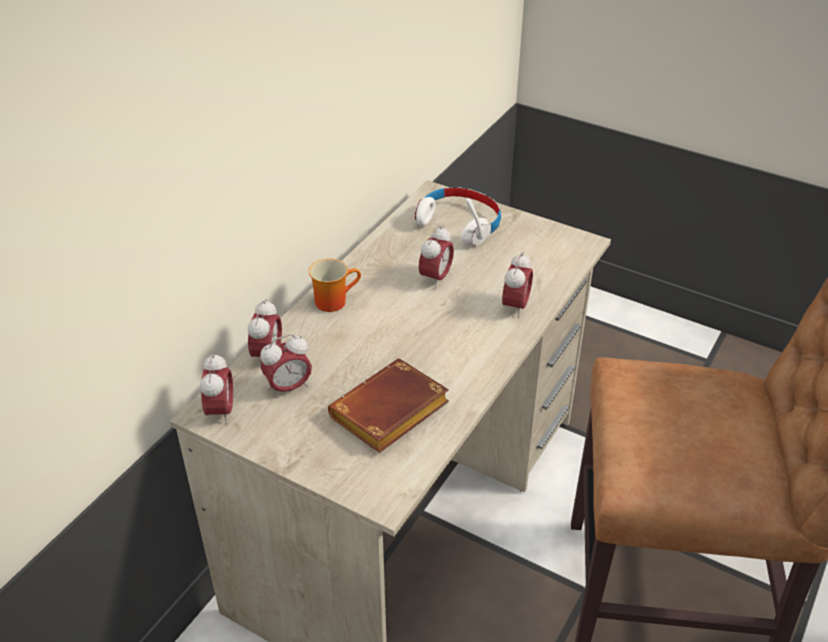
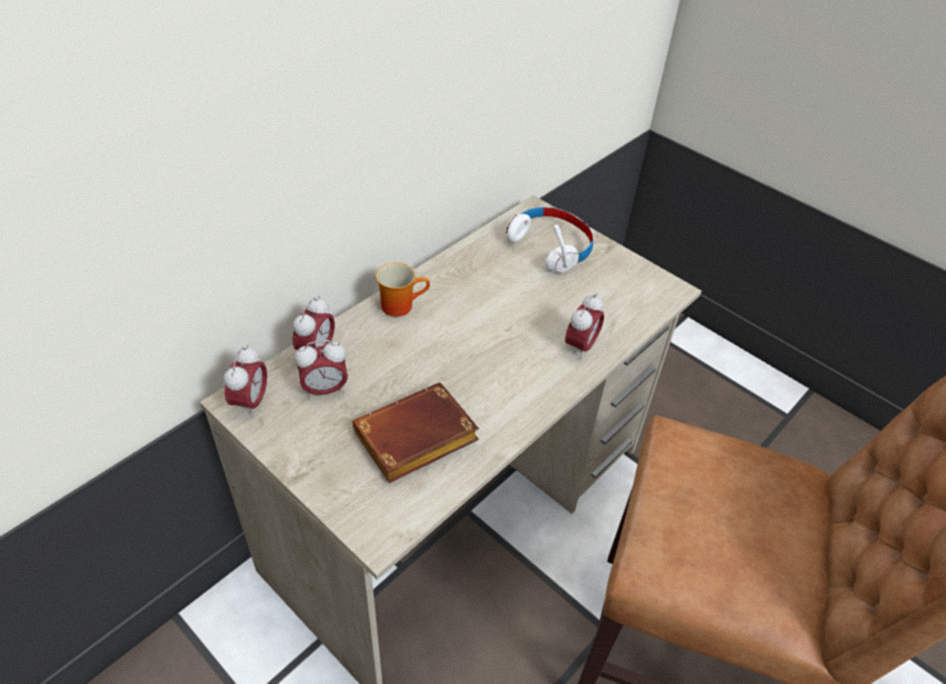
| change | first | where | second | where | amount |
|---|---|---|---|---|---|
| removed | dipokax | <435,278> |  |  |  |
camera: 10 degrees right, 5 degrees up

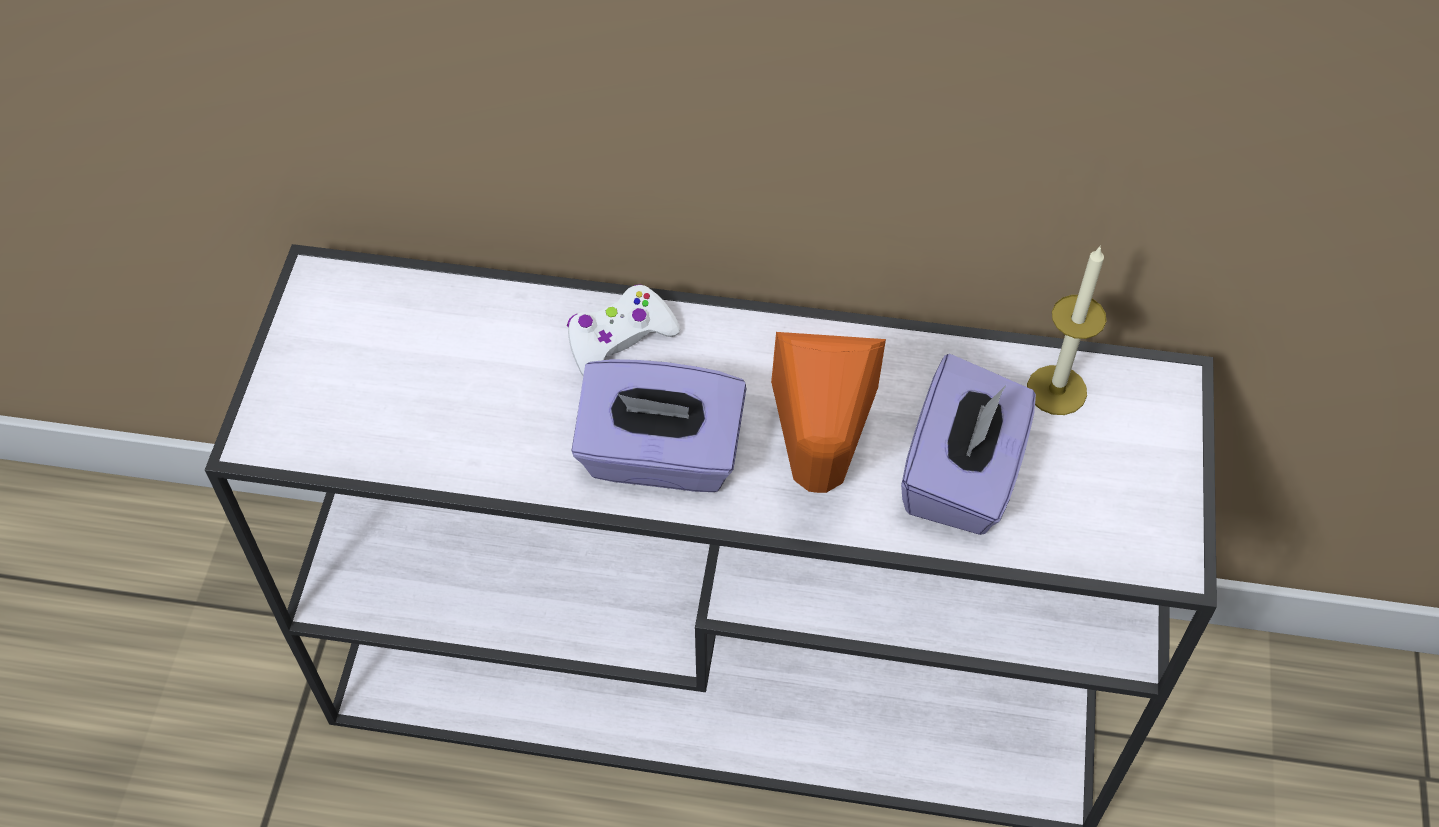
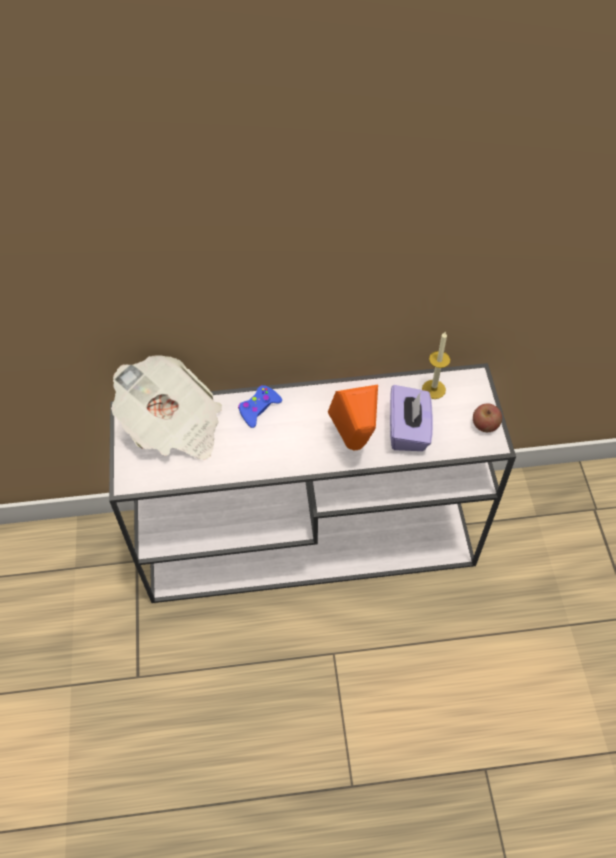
| change | first | where | second | where | amount |
|---|---|---|---|---|---|
| recoloured | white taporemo | <619,339> | blue taporemo | <258,409> |  |
| removed | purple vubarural | <660,457> |  |  |  |
| added |  |  | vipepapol | <173,426> |  |
| added |  |  | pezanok | <485,425> |  |
camera: 15 degrees left, 0 degrees up

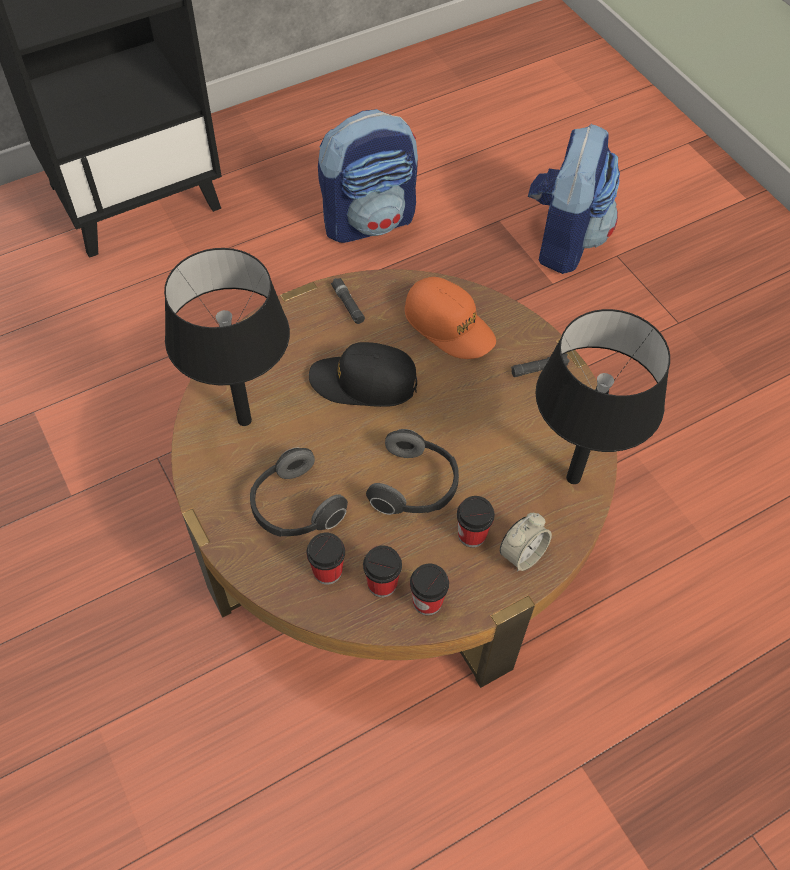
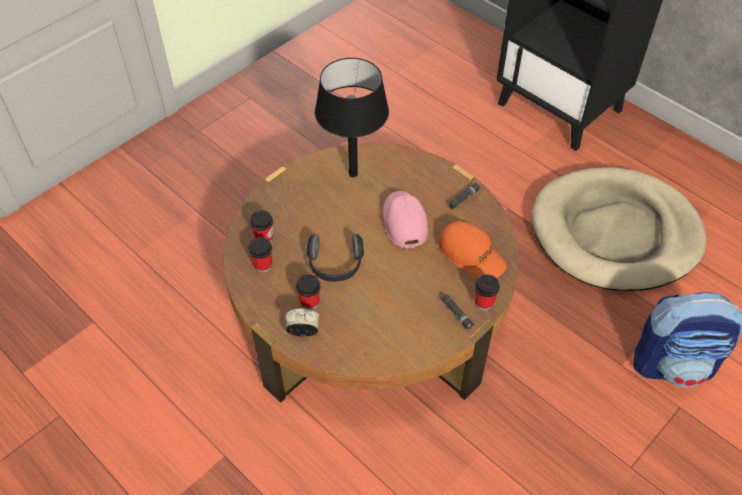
| change | first | where | second | where | amount |
|---|---|---|---|---|---|
| replaced | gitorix | <369,220> | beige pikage | <615,233> |  |
| turned | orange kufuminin | <449,325> |  | <471,255> | 75 degrees counterclockwise |
| removed | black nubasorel | <573,478> |  |  |  |
| recoloured | black kufuminin | <364,382> | pink kufuminin | <404,222> |  |
| removed | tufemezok | <294,508> |  |  |  |
| turned | dipokax | <522,554> |  | <303,331> | 150 degrees clockwise |
| moved | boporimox | <427,601> |  | <484,302> |  |
camera: 75 degrees right, 5 degrees down

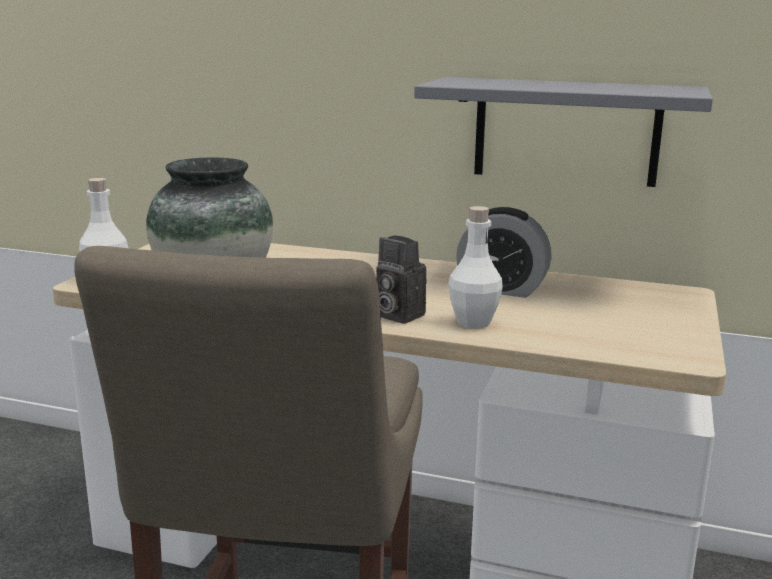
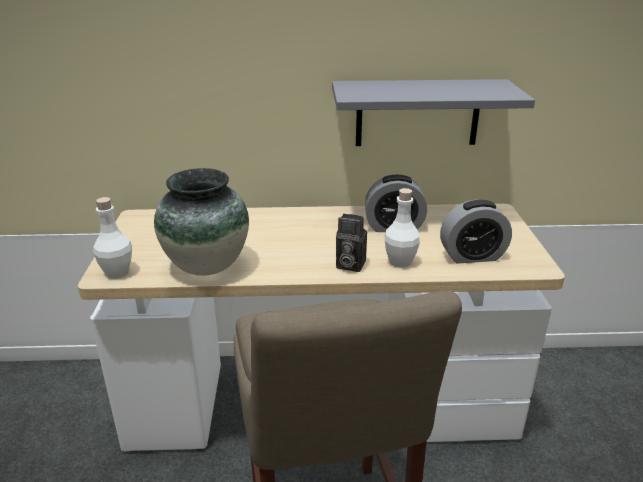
| change | first | where | second | where | amount |
|---|---|---|---|---|---|
| added |  |  | dipokax | <472,256> |  |
camera: 20 degrees left, 10 degrees up

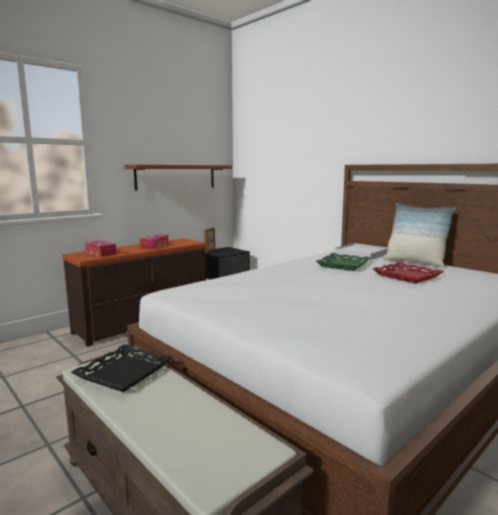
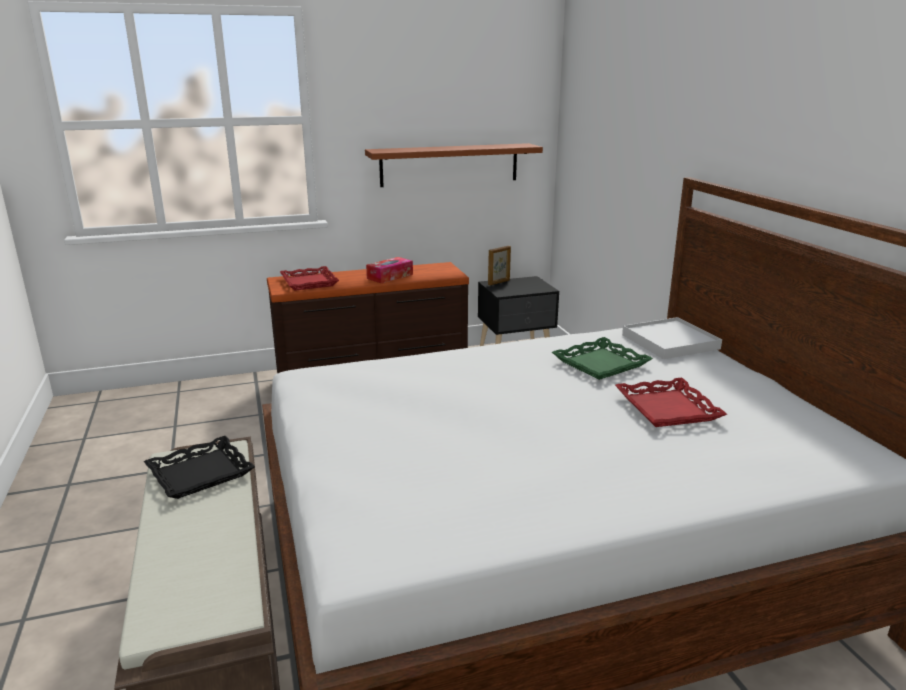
| change | first | where | second | where | amount |
|---|---|---|---|---|---|
| removed | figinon | <414,262> |  |  |  |
| replaced | vubarural | <100,253> | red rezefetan | <310,282> |  |
camera: 25 degrees right, 10 degrees up

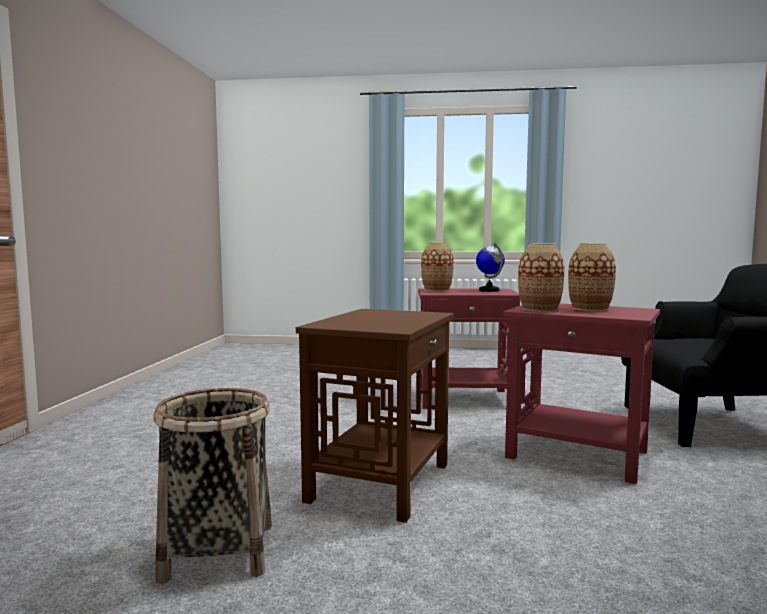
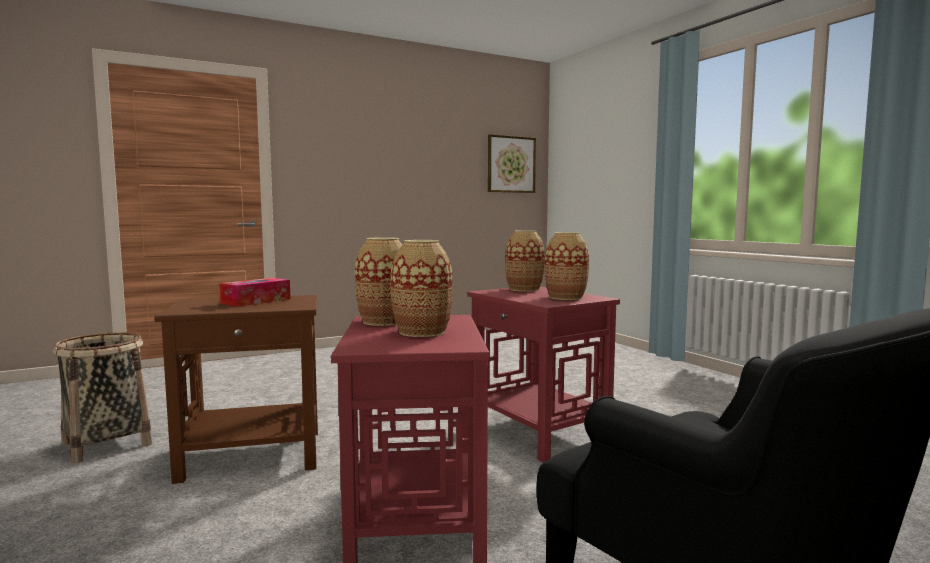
| change | first | where | second | where | amount |
|---|---|---|---|---|---|
| replaced | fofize | <489,290> | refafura | <565,297> |  |
| added |  |  | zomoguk | <511,164> |  |
| added |  |  | vubarural | <256,301> |  |
camera: 55 degrees right, 0 degrees up

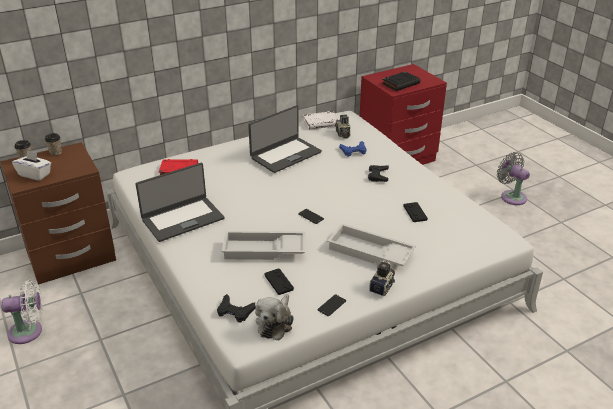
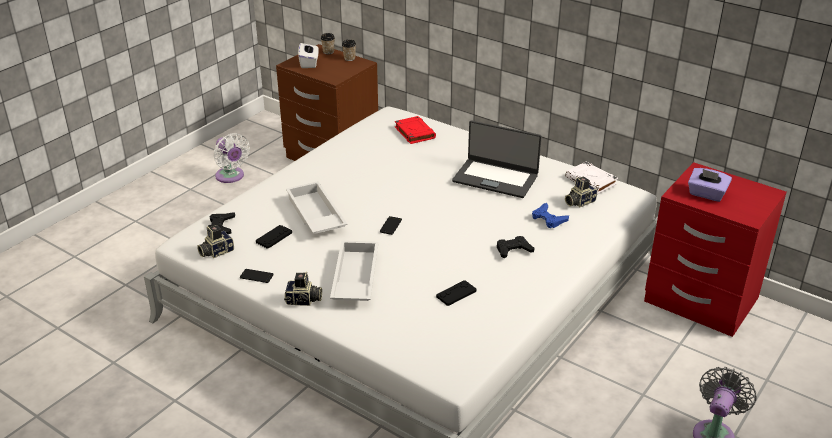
| change | first | where | second | where | amount |
|---|---|---|---|---|---|
| replaced | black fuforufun | <401,83> | purple vubarural | <706,194> |  |
| removed | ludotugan | <182,219> |  |  |  |
| replaced | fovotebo | <275,323> | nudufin | <216,251> |  |
camera: 65 degrees right, 0 degrees up

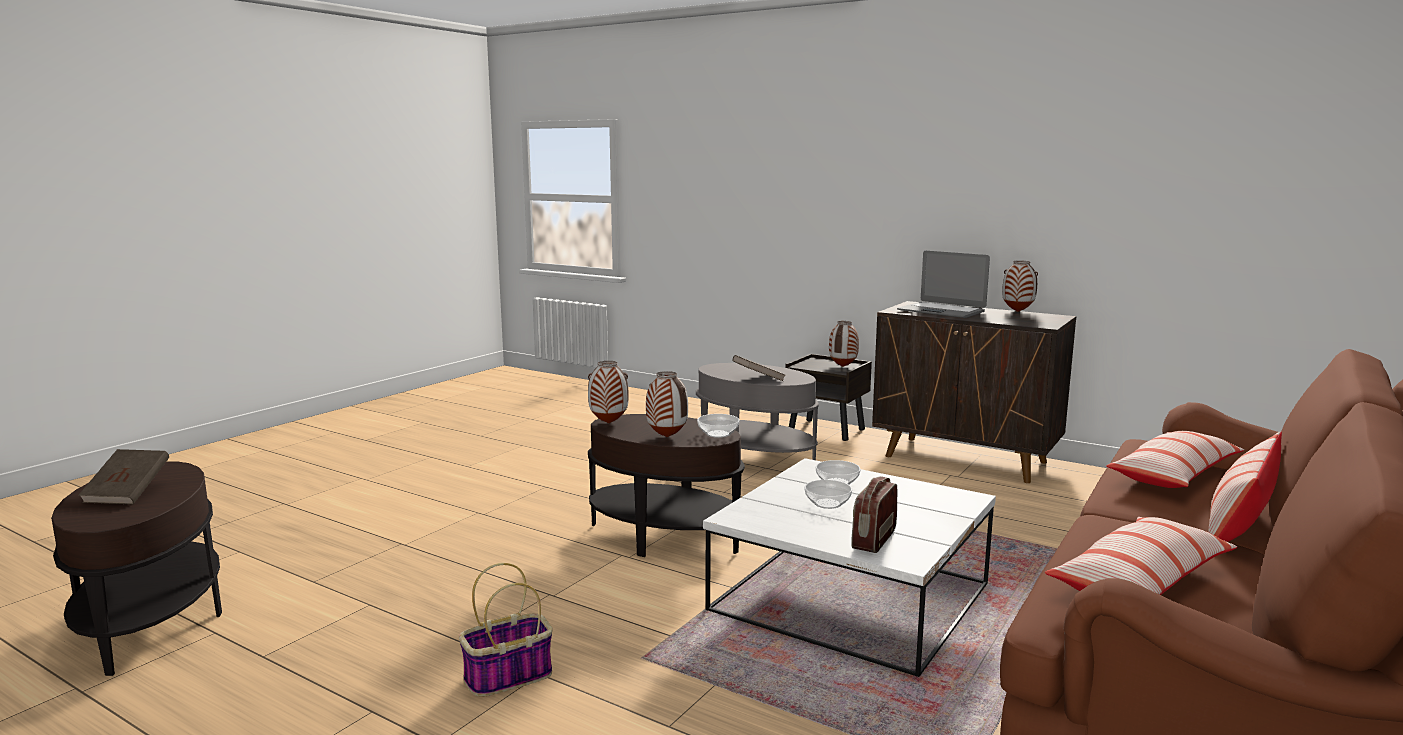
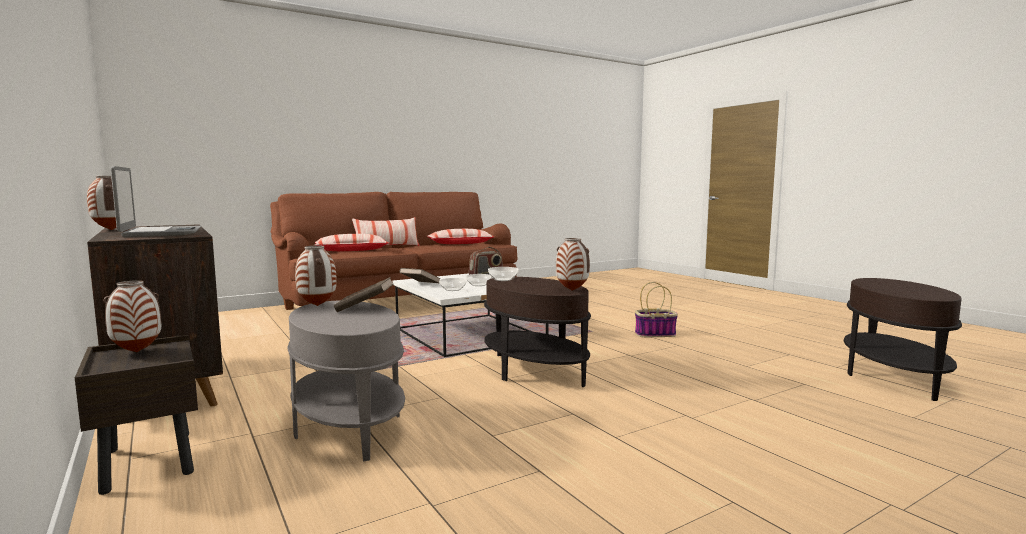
| change | first | where | second | where | amount |
|---|---|---|---|---|---|
| moved | refafura | <666,437> |  | <318,306> |  |
| moved | brown fuforufun | <128,493> |  | <420,284> |  |
camera: 155 degrees left, 5 degrees down

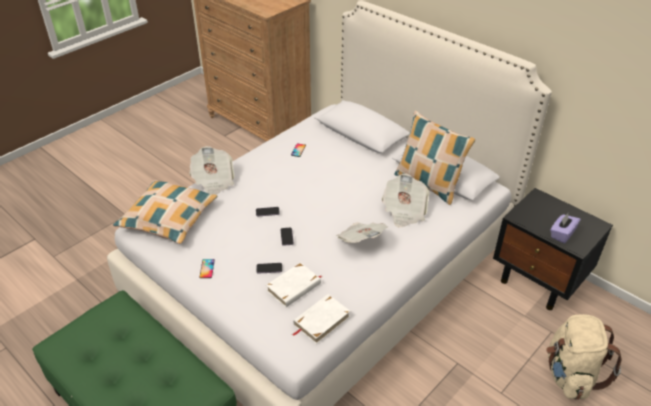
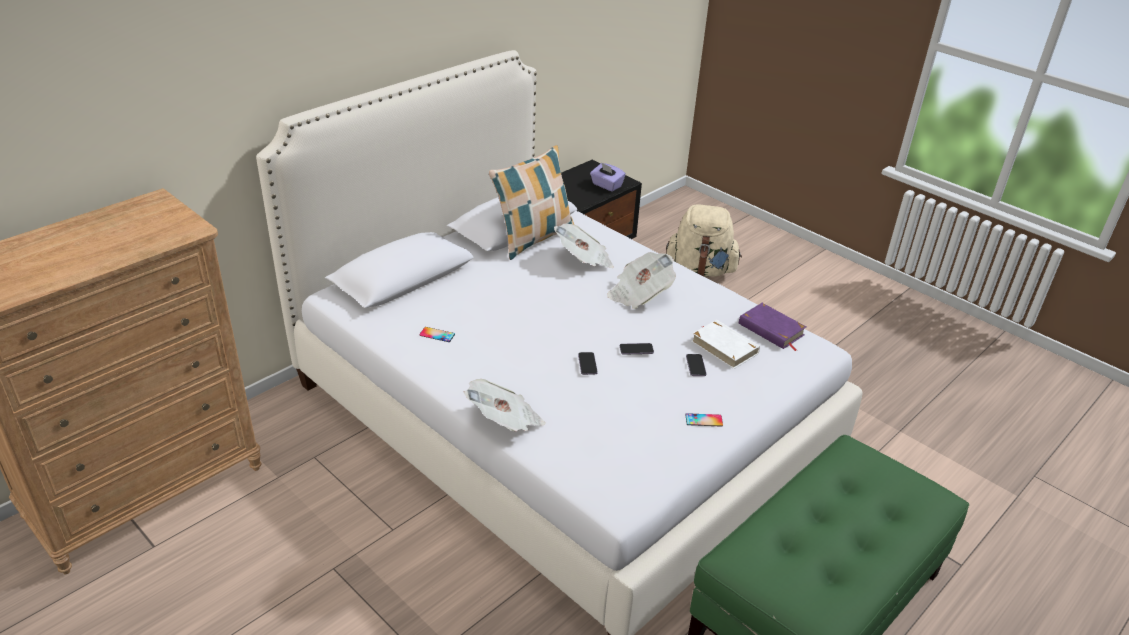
| change | first | where | second | where | amount |
|---|---|---|---|---|---|
| removed | figinon | <168,218> |  |  |  |
| recoloured | white fuforufun | <321,321> | purple fuforufun | <771,330> |  |
camera: 90 degrees left, 5 degrees down

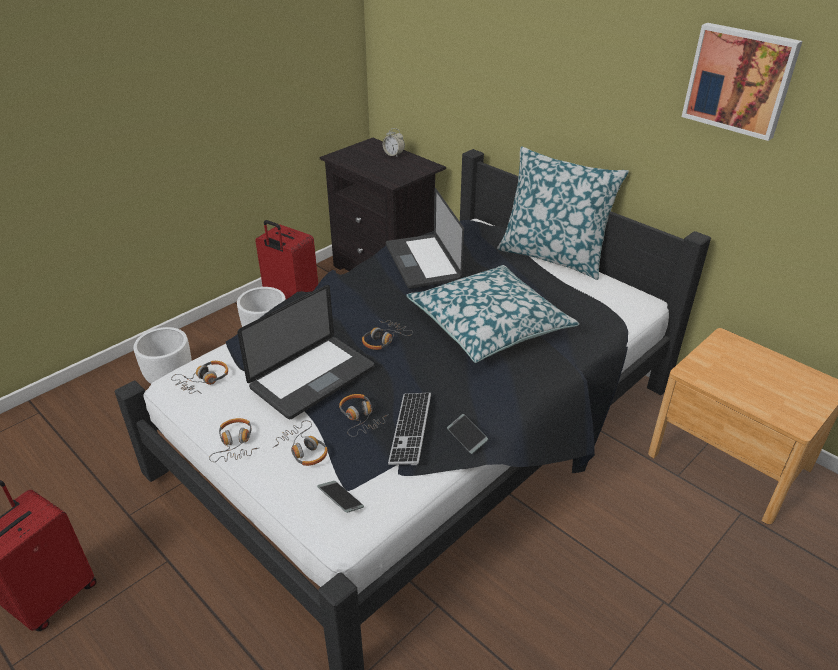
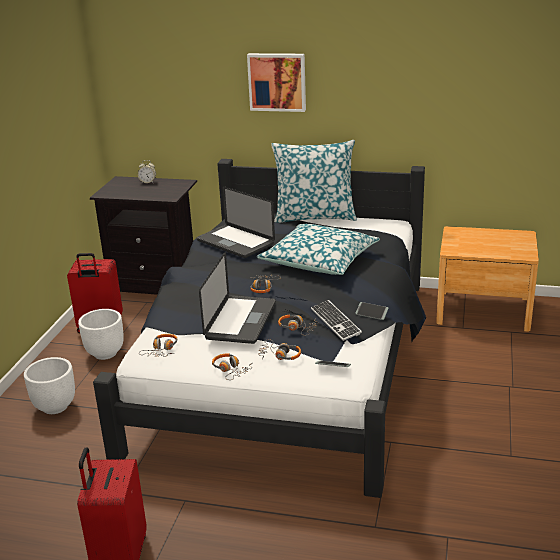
| change | first | where | second | where | amount |
|---|---|---|---|---|---|
| moved | zomoguk | <740,80> |  | <277,81> |  |
camera: 30 degrees left, 10 degrees down

